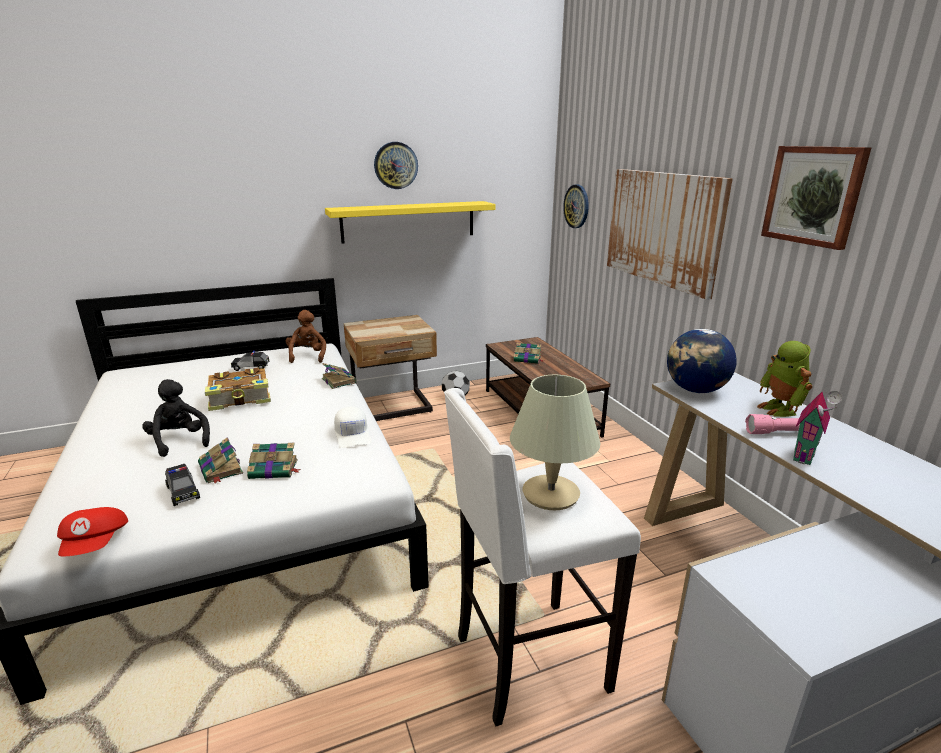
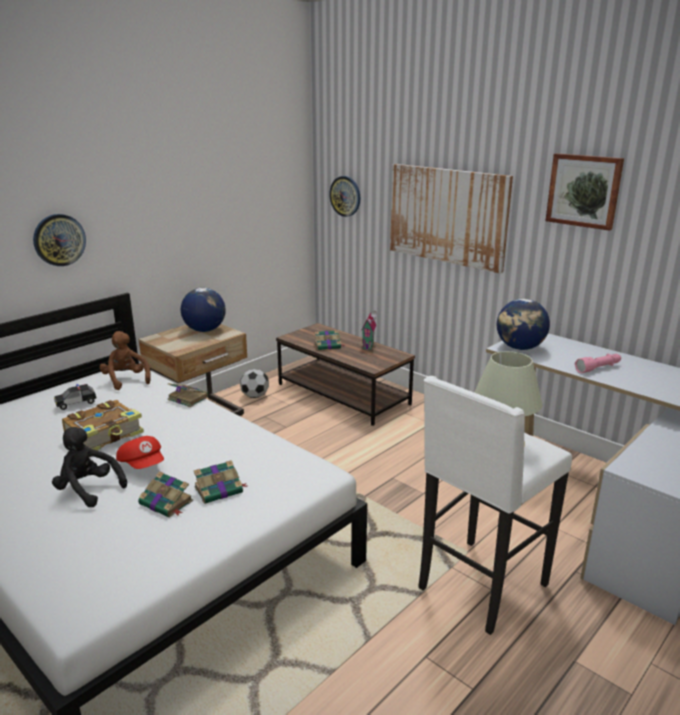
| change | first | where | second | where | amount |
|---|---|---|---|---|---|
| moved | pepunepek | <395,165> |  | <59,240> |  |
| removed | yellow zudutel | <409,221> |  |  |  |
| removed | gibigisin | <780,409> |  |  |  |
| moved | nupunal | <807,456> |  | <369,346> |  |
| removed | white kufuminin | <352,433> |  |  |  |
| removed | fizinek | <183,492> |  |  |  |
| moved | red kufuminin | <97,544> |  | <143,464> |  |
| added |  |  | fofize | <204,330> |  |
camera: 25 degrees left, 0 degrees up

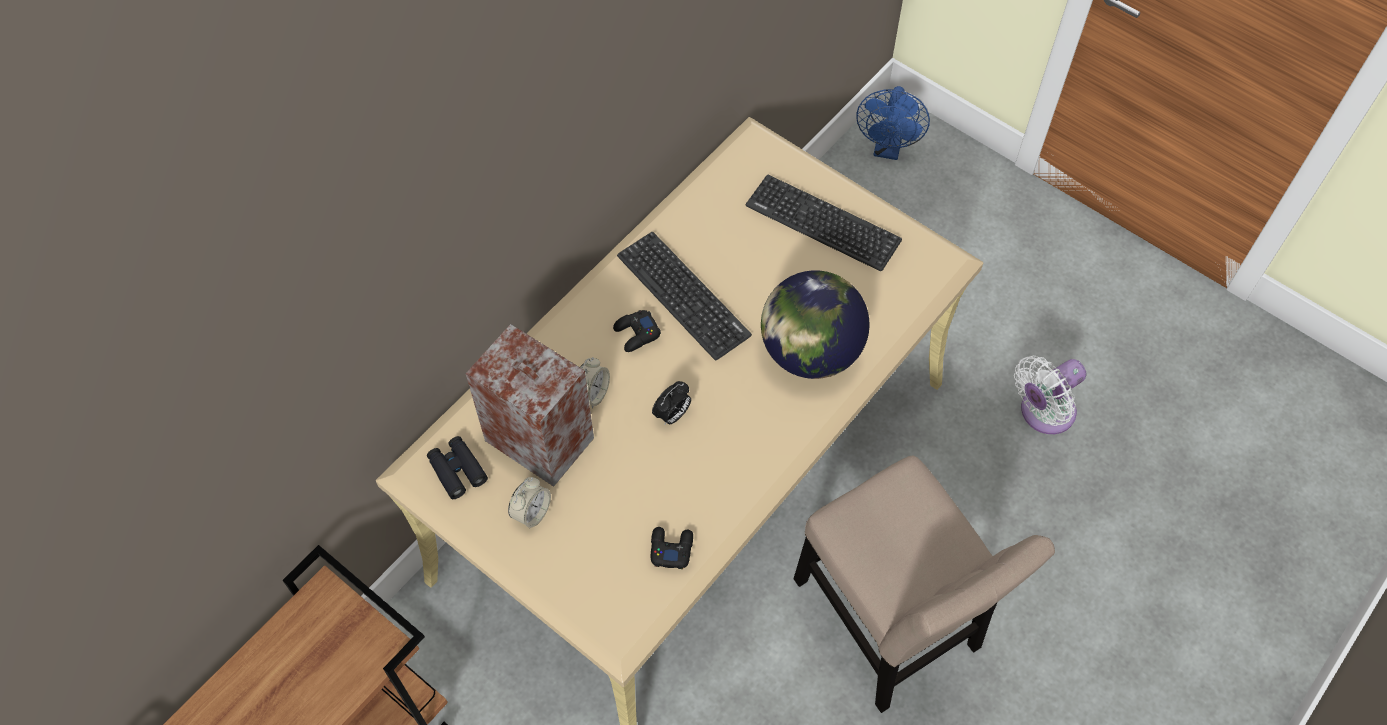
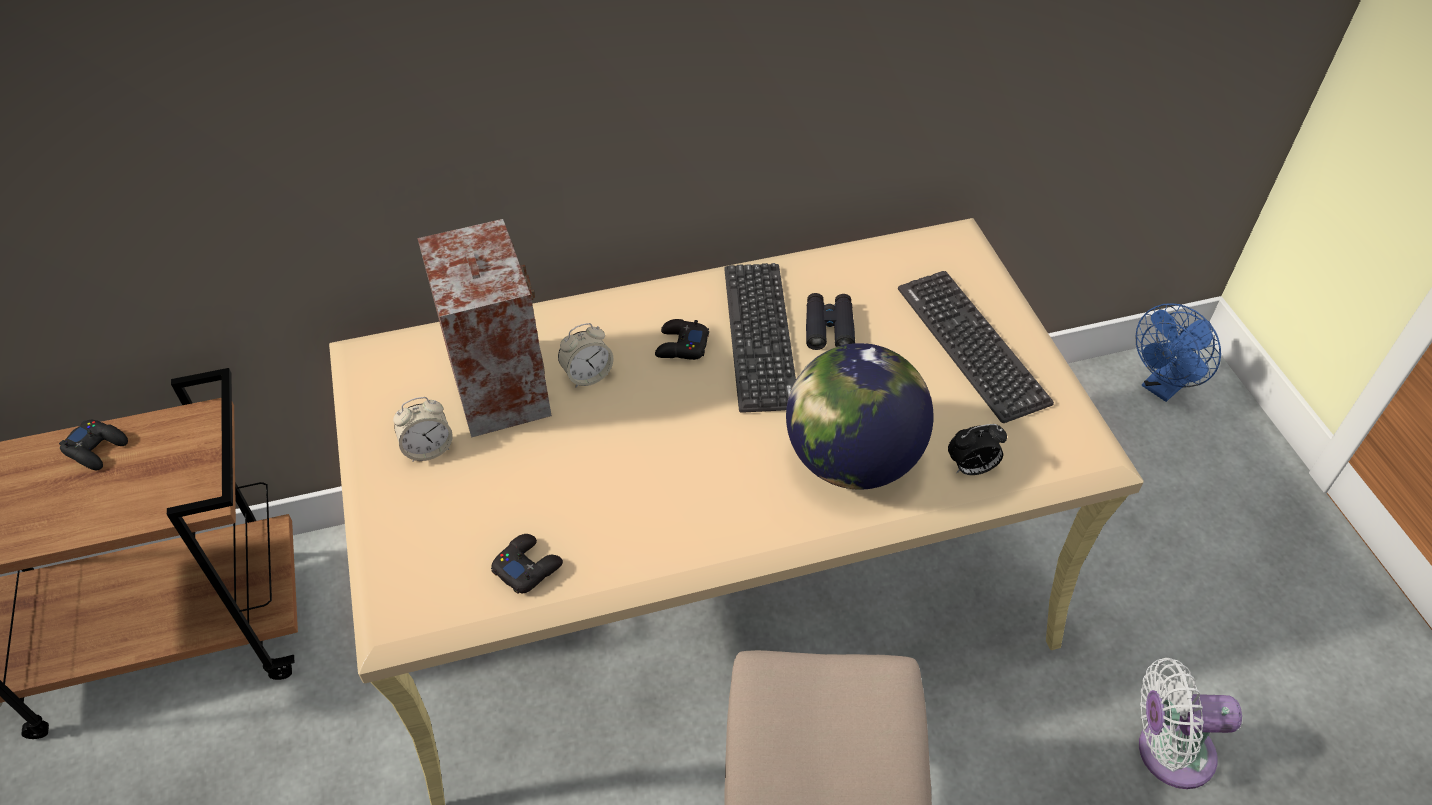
| change | first | where | second | where | amount |
|---|---|---|---|---|---|
| moved | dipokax | <672,415> |  | <971,468> |  |
| moved | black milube | <457,470> |  | <829,327> |  |
| added |  |  | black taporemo | <97,448> |  |
camera: 35 degrees right, 10 degrees down

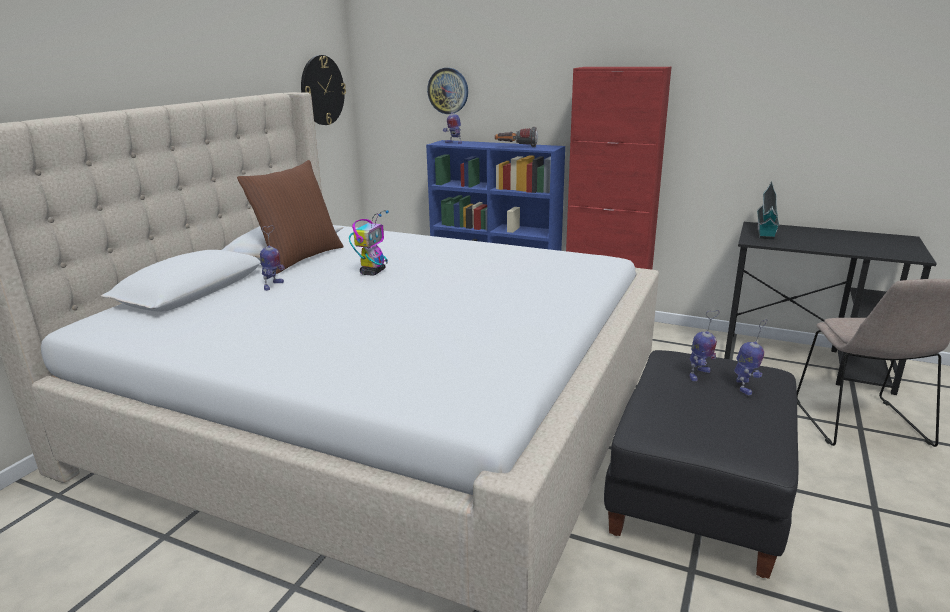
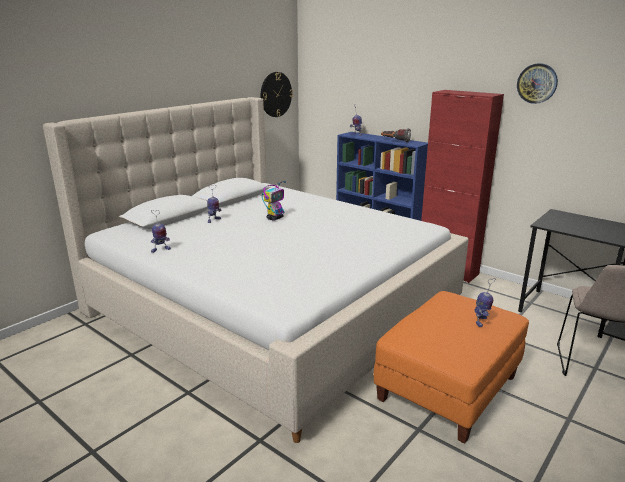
| change | first | where | second | where | amount |
|---|---|---|---|---|---|
| moved | pepunepek | <448,91> |  | <537,83> |  |
| removed | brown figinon | <299,258> |  |  |  |
| removed | nupunal | <765,232> |  |  |  |
| moved | gibigisin | <699,375> |  | <160,250> |  |
| recoloured | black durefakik | <697,496> | orange durefakik | <447,389> |  |
camera: 15 degrees right, 0 degrees up

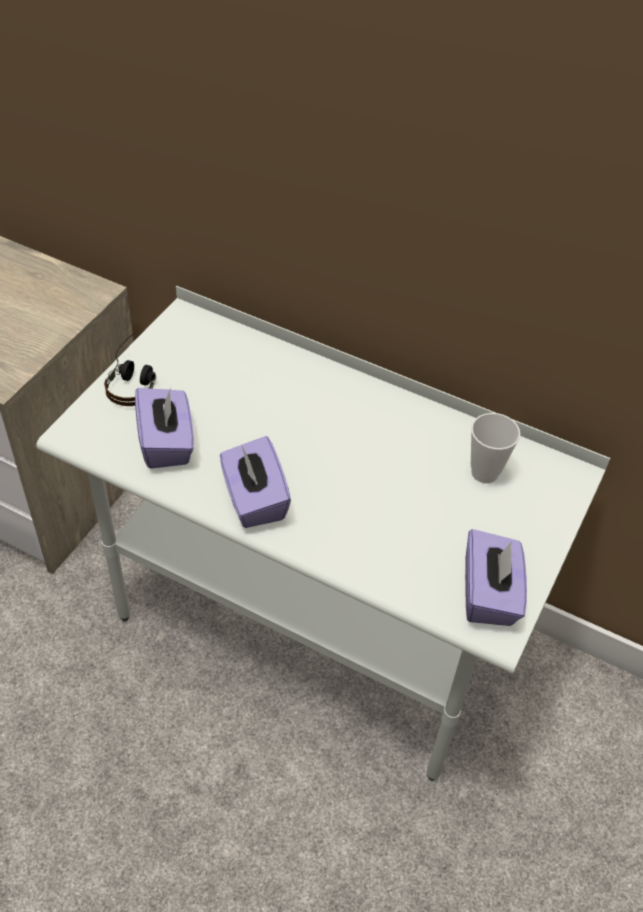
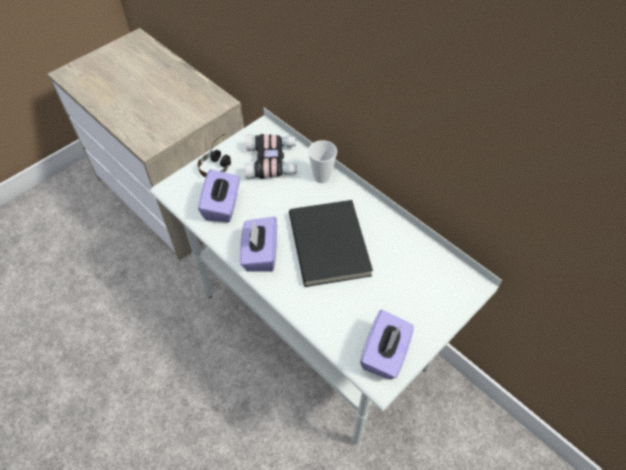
| change | first | where | second | where | amount |
|---|---|---|---|---|---|
| moved | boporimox | <484,472> |  | <322,177> |  |
| added |  |  | milube | <272,161> |  |
| added |  |  | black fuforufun | <331,244> |  |
camera: 20 degrees right, 5 degrees up

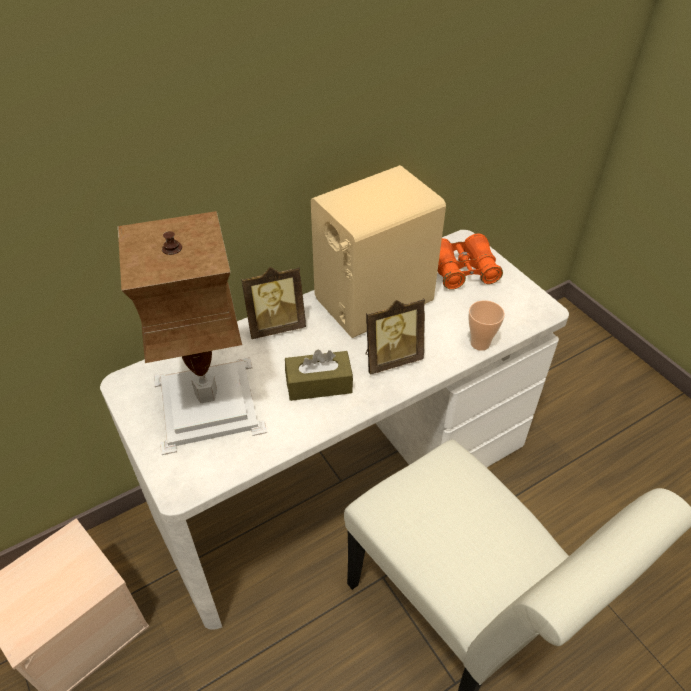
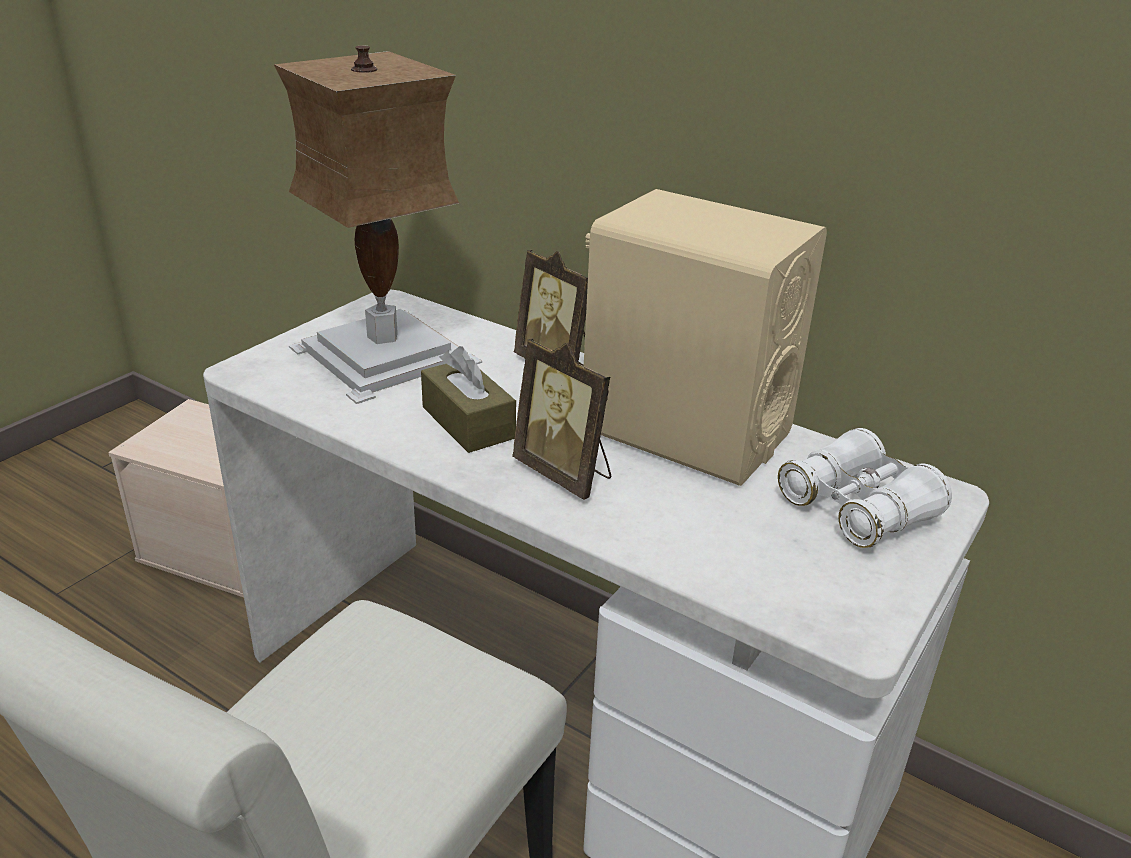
| change | first | where | second | where | amount |
|---|---|---|---|---|---|
| recoloured | orange milube | <463,271> | white milube | <857,508> |  |
| removed | boporimox | <480,343> |  |  |  |
camera: 65 degrees right, 15 degrees down

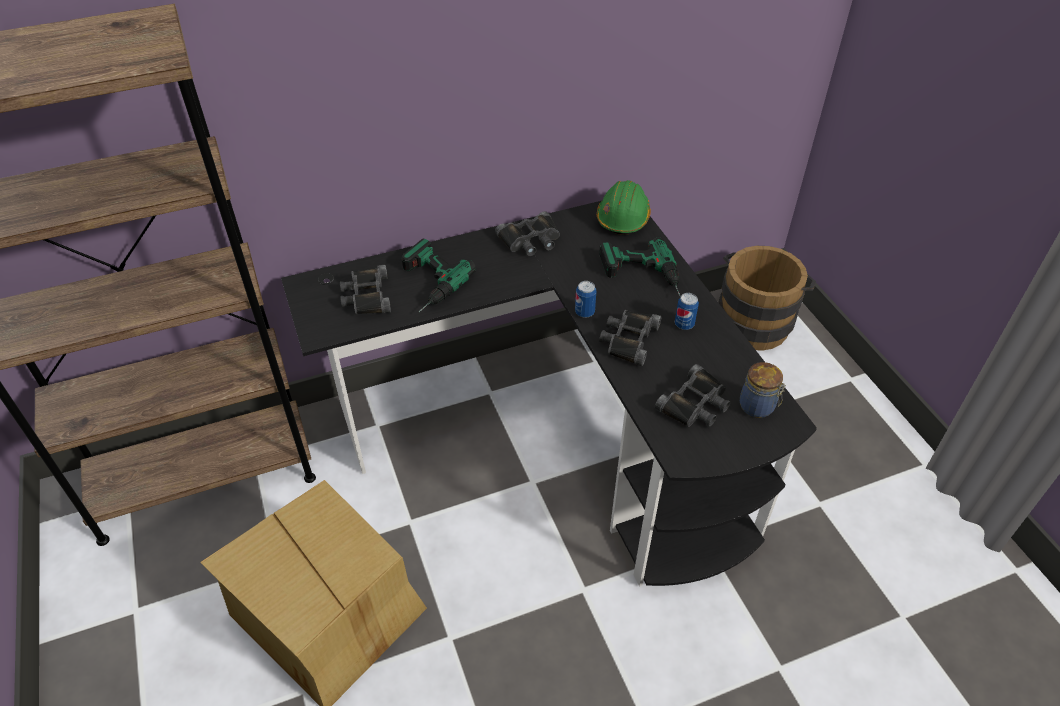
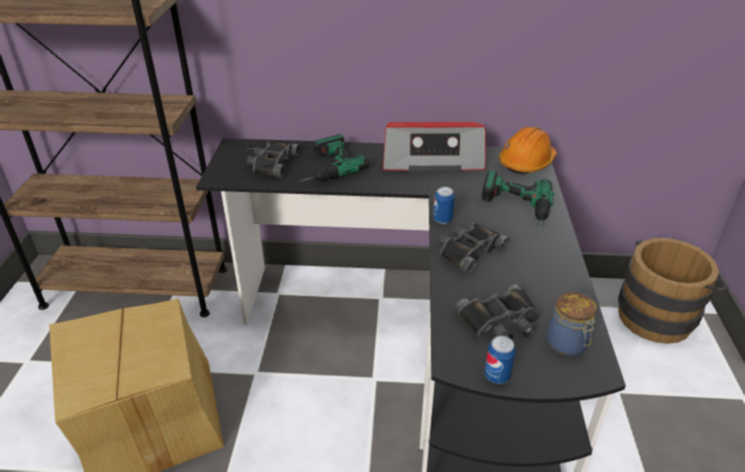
| change | first | where | second | where | amount |
|---|---|---|---|---|---|
| recoloured | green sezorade | <623,217> | orange sezorade | <526,162> |  |
| replaced | black milube | <530,240> | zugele | <432,159> |  |
| moved | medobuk | <684,324> |  | <497,376> |  |
camera: 25 degrees right, 10 degrees down

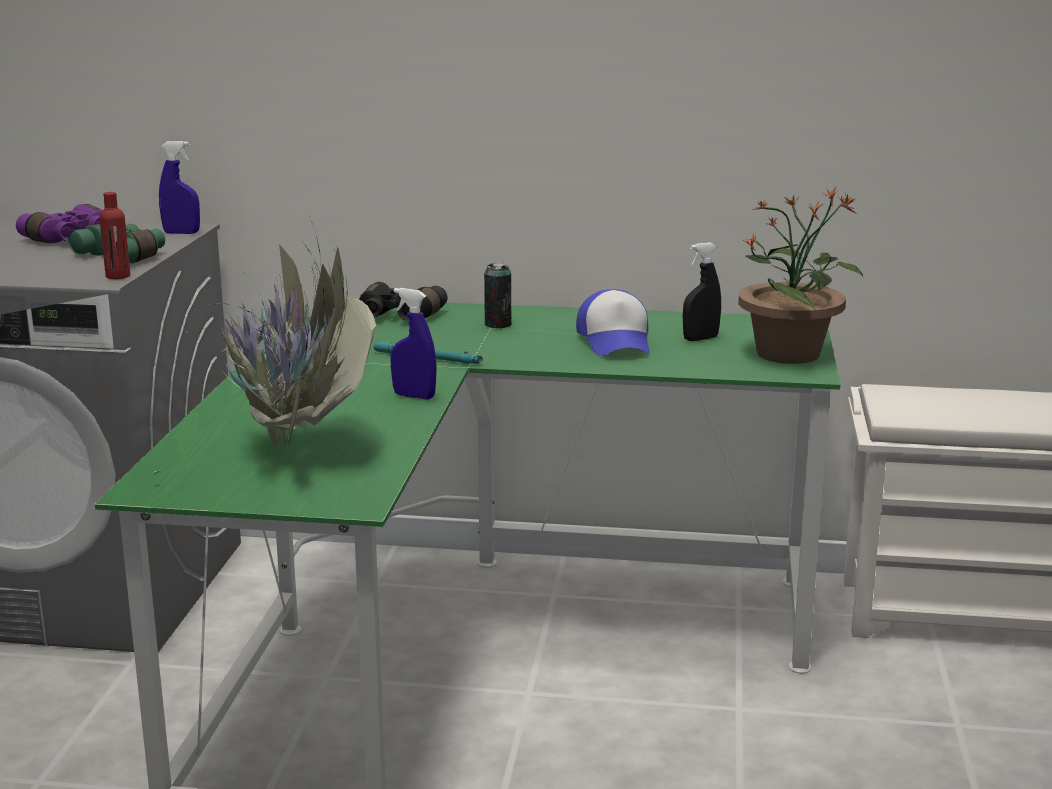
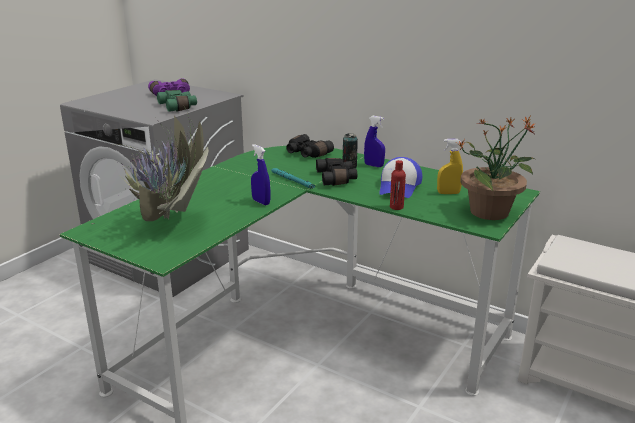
| change | first | where | second | where | amount |
|---|---|---|---|---|---|
| moved | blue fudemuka | <181,233> |  | <373,165> |  |
| moved | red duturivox | <118,276> |  | <396,207> |  |
| recoloured | black fudemuka | <700,339> | yellow fudemuka | <448,193> |  |
| added |  |  | black milube | <337,178> |  |
camera: 25 degrees right, 5 degrees up

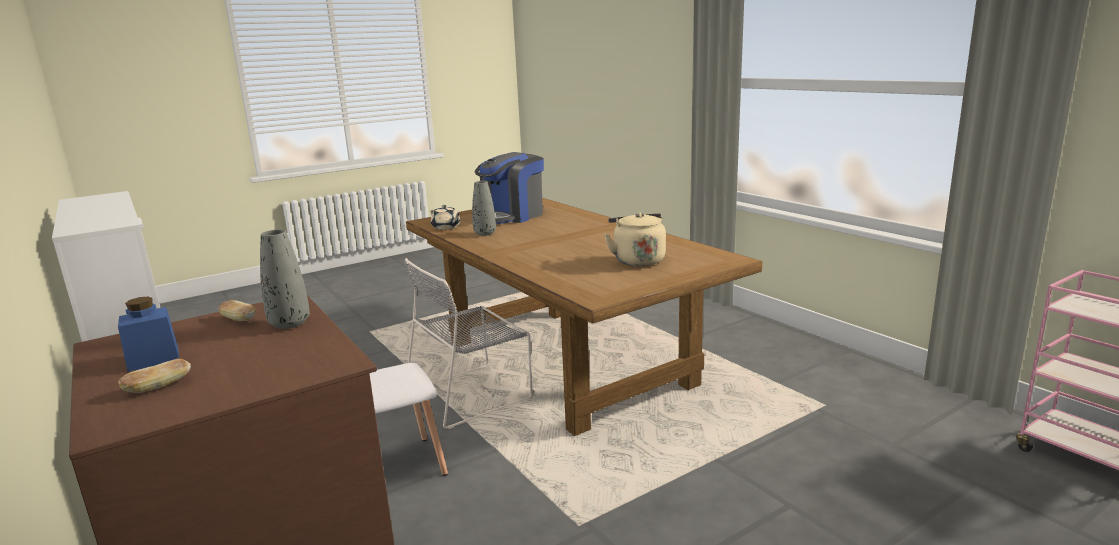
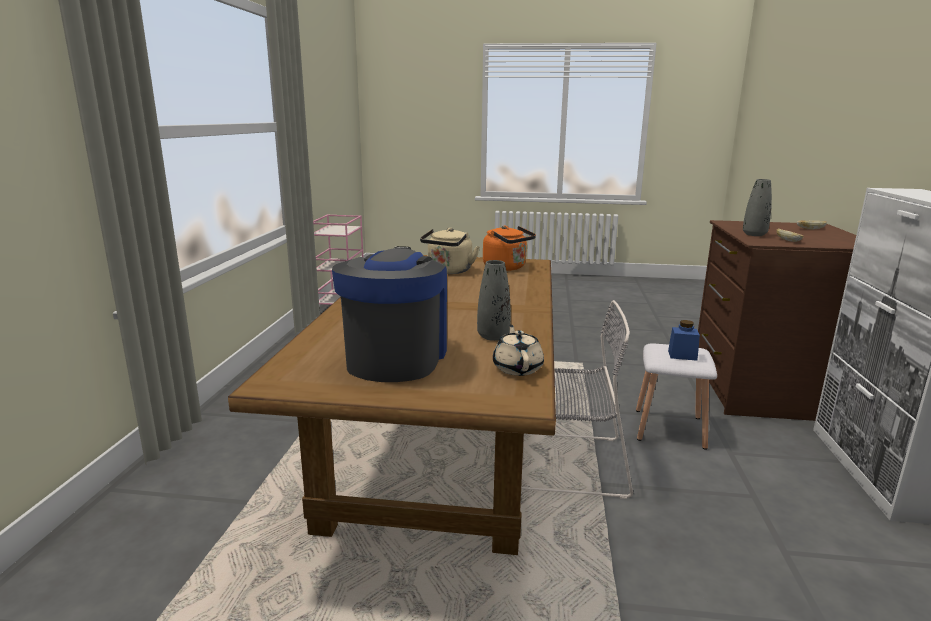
| change | first | where | second | where | amount |
|---|---|---|---|---|---|
| turned | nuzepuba | <511,216> |  | <396,357> | 75 degrees counterclockwise |
| moved | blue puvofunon | <153,359> |  | <682,355> |  |
| added |  |  | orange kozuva | <507,268> |  |
camera: 140 degrees left, 0 degrees up

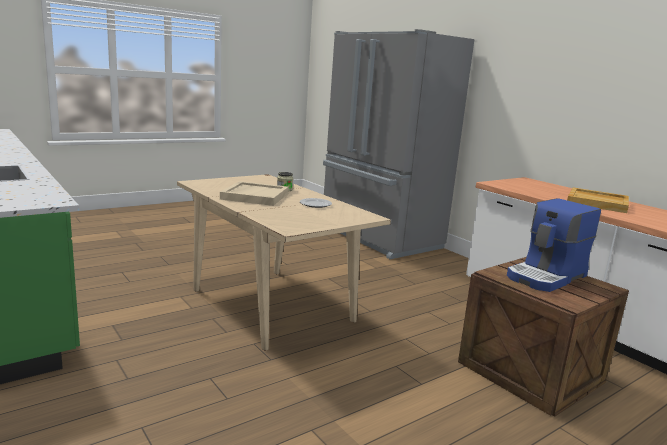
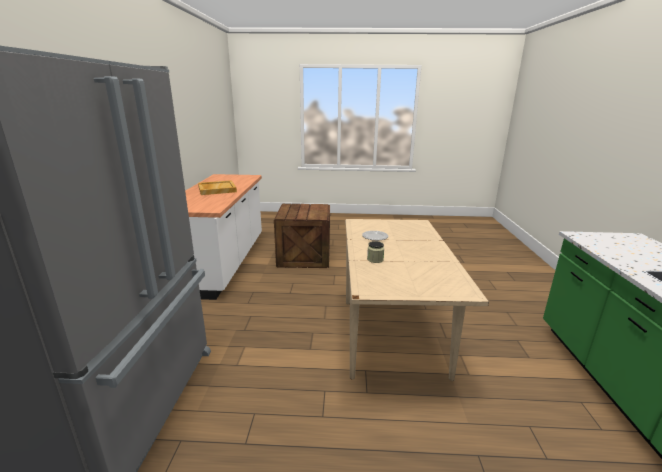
| change | first | where | second | where | amount |
|---|---|---|---|---|---|
| removed | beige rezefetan | <255,196> |  |  |  |
| removed | nuzepuba | <547,277> |  |  |  |
camera: 140 degrees left, 5 degrees up

